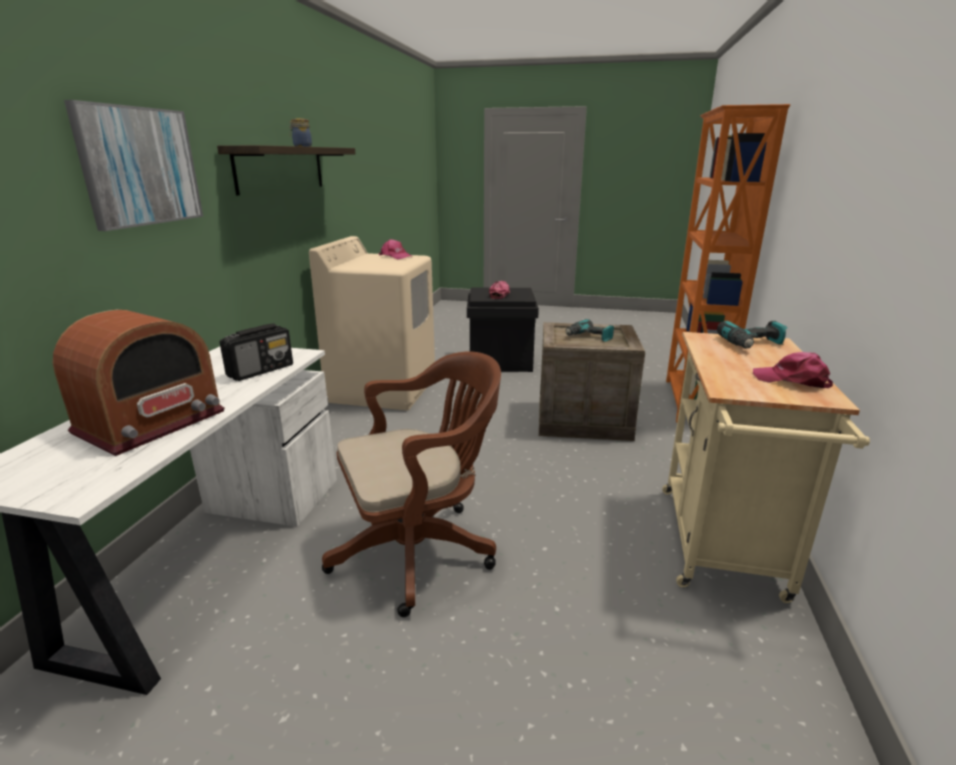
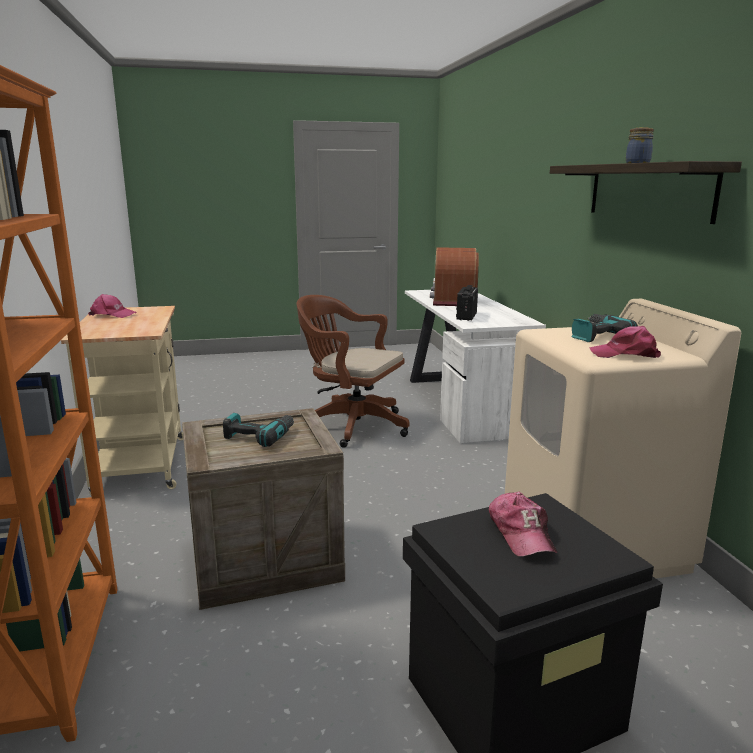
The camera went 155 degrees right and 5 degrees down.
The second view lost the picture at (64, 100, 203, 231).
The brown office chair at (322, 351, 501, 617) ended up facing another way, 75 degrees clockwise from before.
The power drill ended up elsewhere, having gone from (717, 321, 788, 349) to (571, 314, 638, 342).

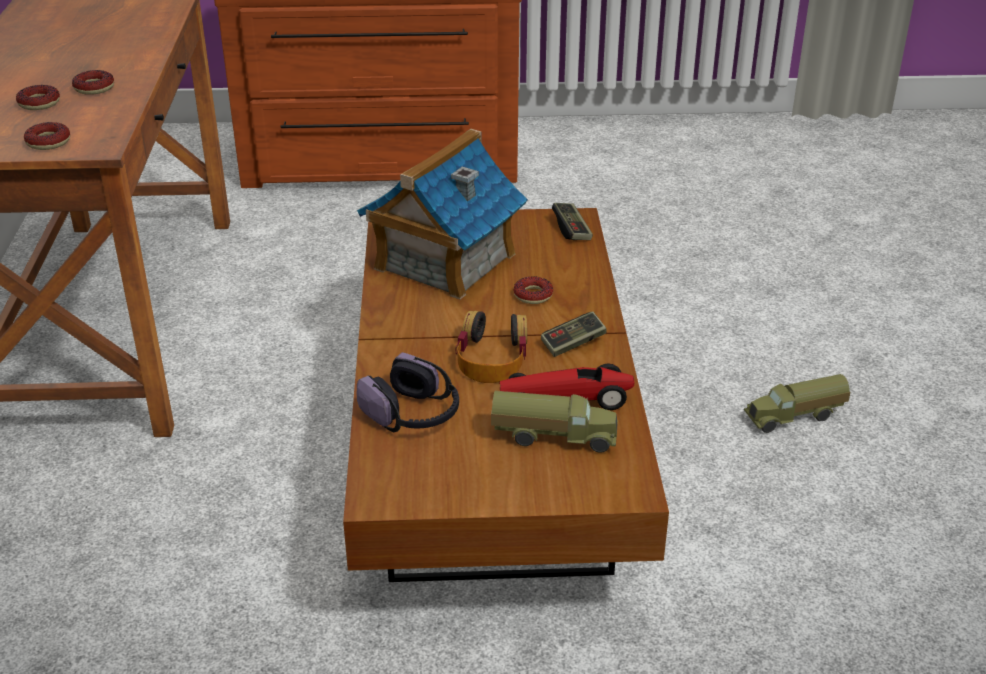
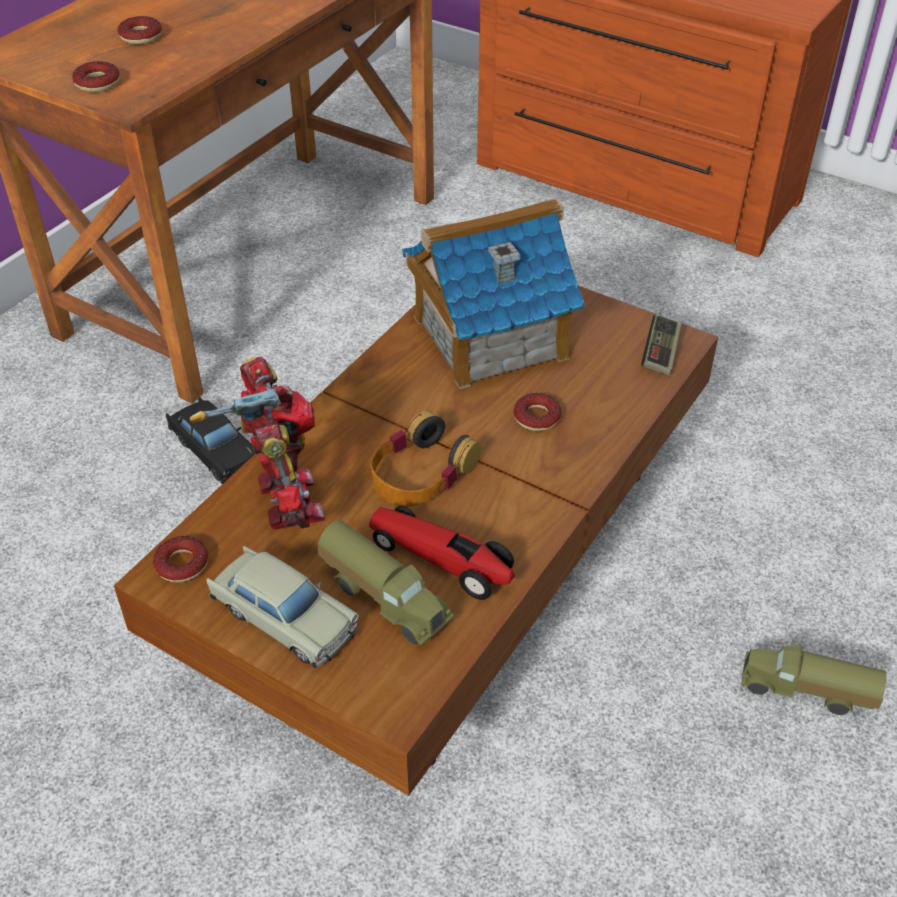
The camera went 35 degrees right and 10 degrees up.
The donut ended up elsewhere, having gone from (72, 70, 114, 95) to (153, 536, 209, 582).
Where the headphones stood at (357, 352, 459, 432), the toy robot came to stand at (190, 357, 325, 530).
The second view lost the game controller at (541, 311, 606, 357).
The second view gained the black toy car at (166, 397, 255, 484).
The second view gained the beige toy car at (206, 546, 359, 668).

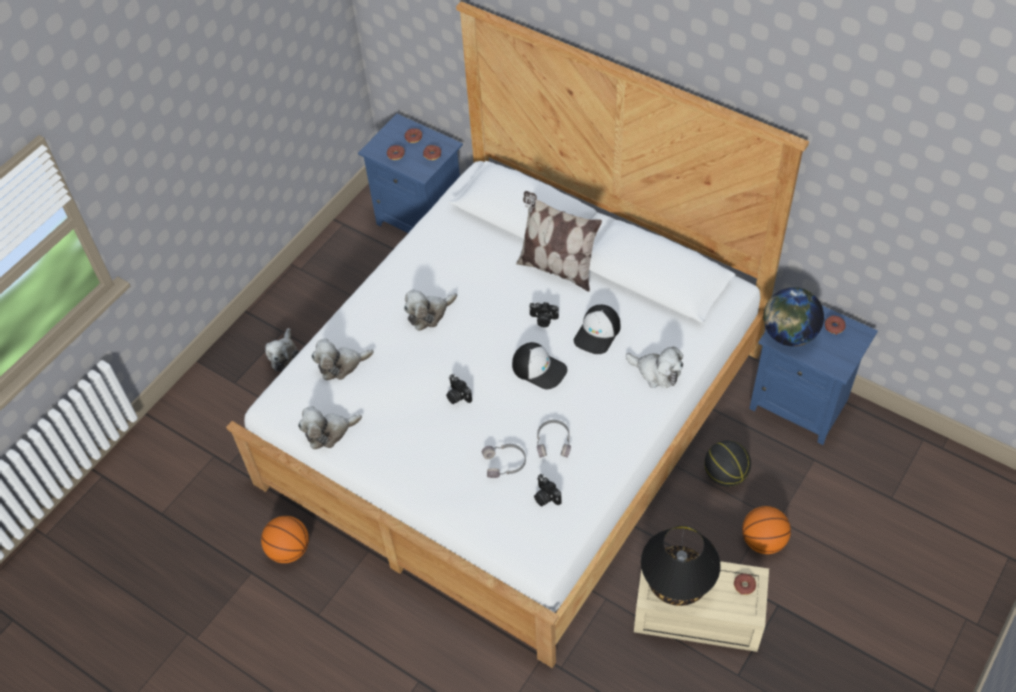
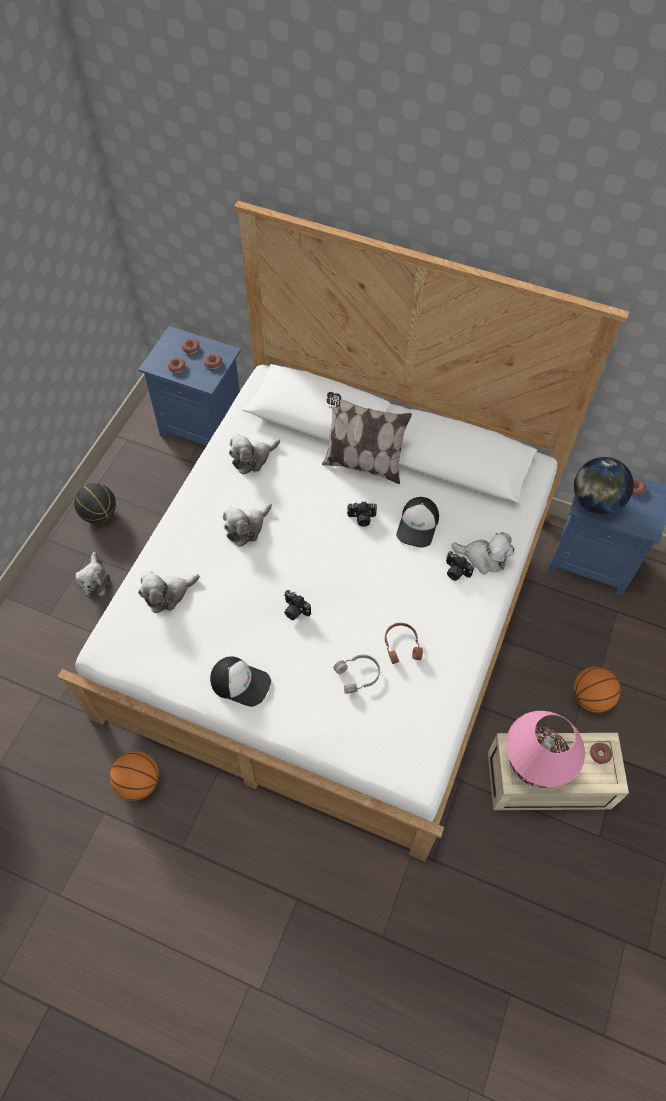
The camera went 15 degrees left and 5 degrees up.
The plush toy ended up elsewhere, having gone from (298, 406, 362, 449) to (229, 434, 280, 475).
The cap ended up elsewhere, having gone from (512, 342, 567, 390) to (210, 656, 271, 707).
The photo camera ended up elsewhere, having gone from (534, 474, 561, 506) to (446, 551, 474, 581).
What was the grey headphones at (537, 420, 571, 458) turned into the brown headphones at (385, 623, 423, 664).
What was the black table lamp at (641, 526, 721, 606) turned into the pink table lamp at (506, 711, 585, 788).
The basketball ended up elsewhere, having gone from (704, 440, 751, 487) to (74, 483, 116, 524).

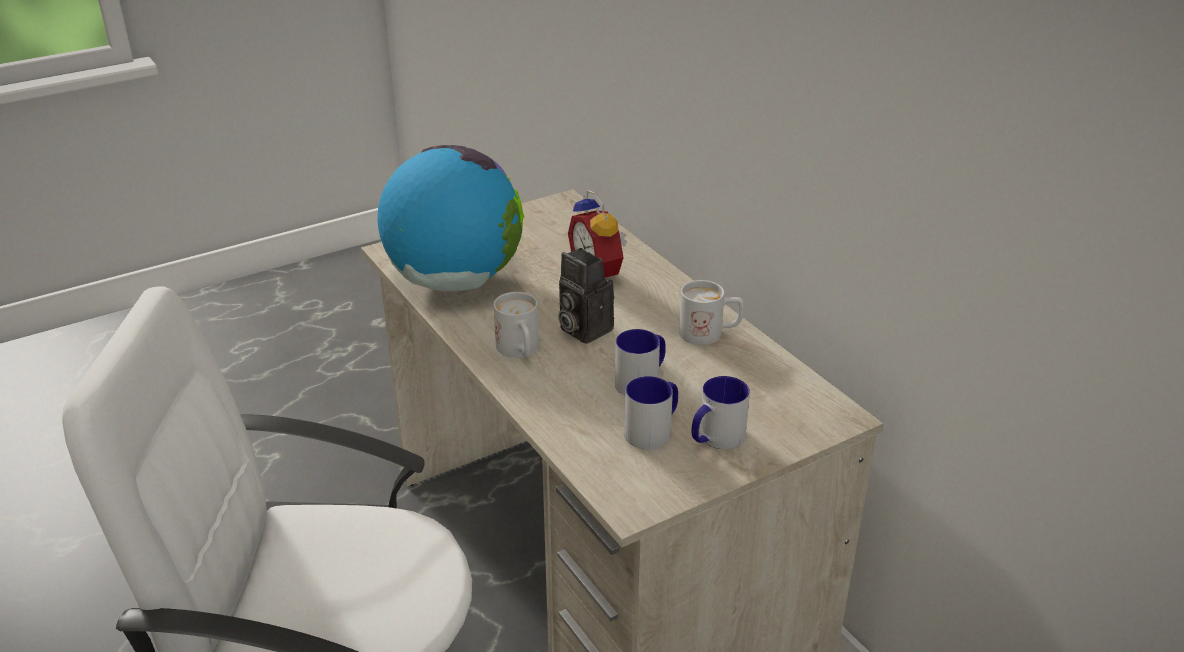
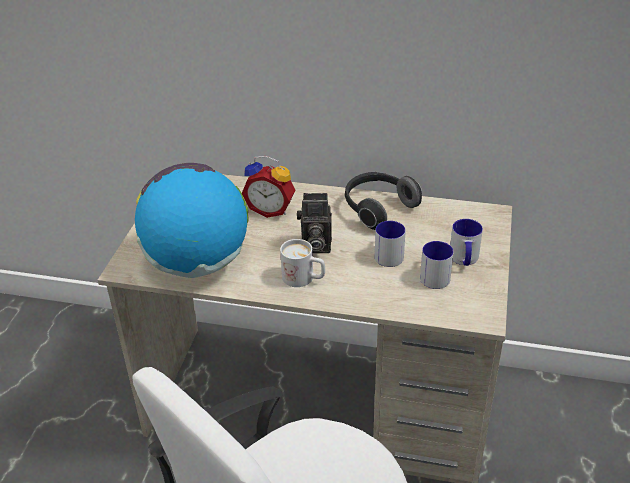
The camera went 45 degrees left and 5 degrees up.
Where the white mug stood at (679, 280, 744, 345), the headphones came to stand at (345, 172, 422, 230).

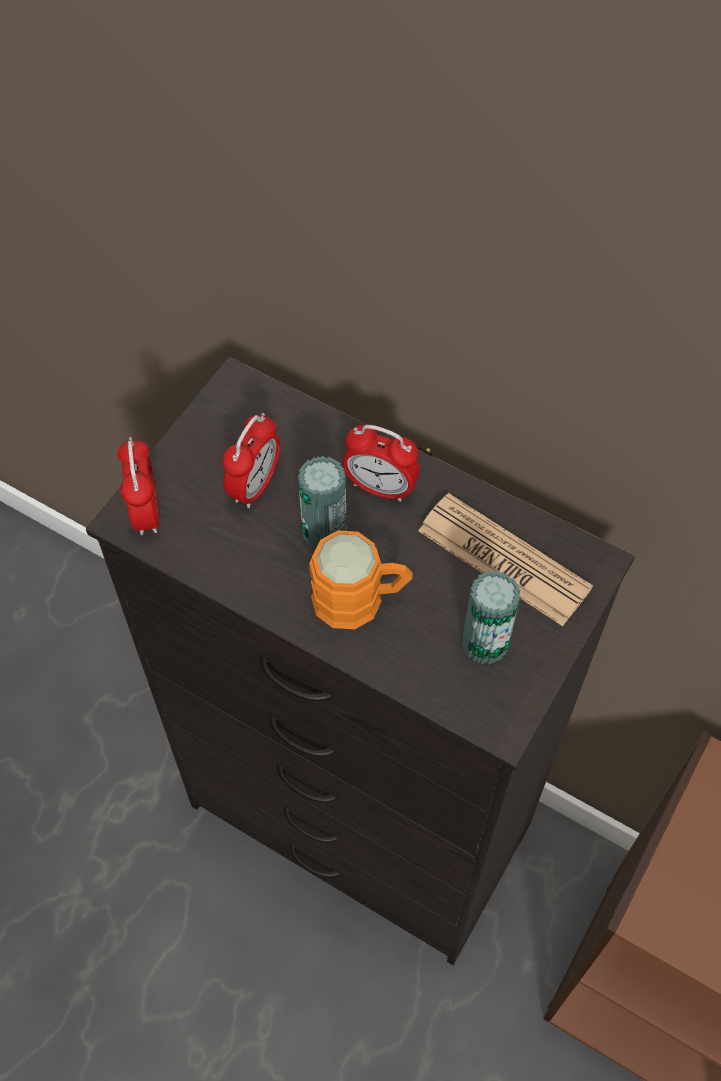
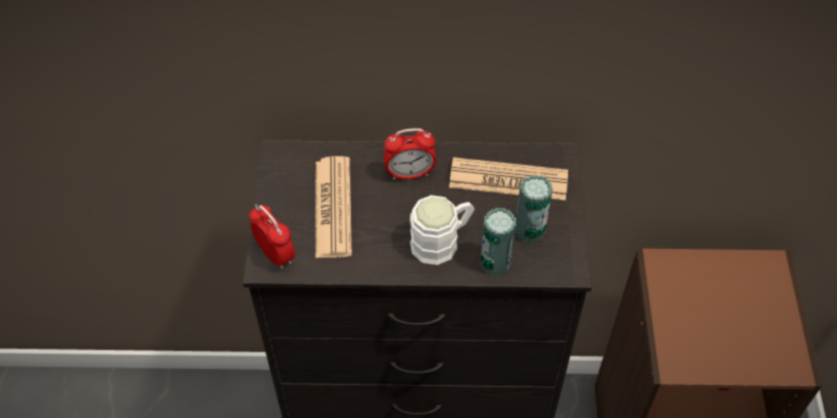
The camera went 30 degrees left and 5 degrees down.
Where the alarm clock stood at (222, 413, 280, 508), the newspaper came to stand at (315, 156, 352, 258).
The can ended up elsewhere, having gone from (298, 456, 347, 549) to (480, 208, 516, 276).
What was the orange mug at (309, 531, 413, 629) turned into the white mug at (410, 195, 475, 265).

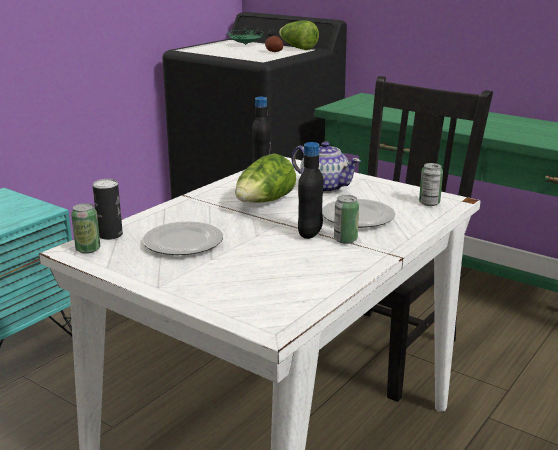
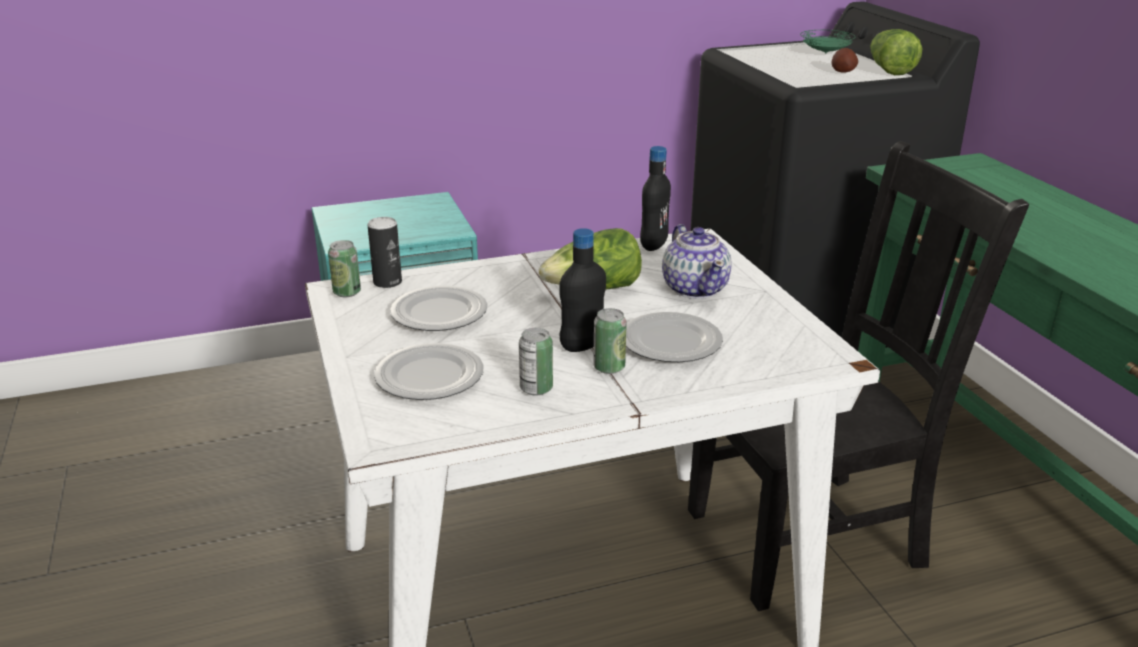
The camera went 35 degrees right and 5 degrees up.
The can ended up elsewhere, having gone from (419, 163, 443, 206) to (519, 328, 553, 395).
The second view gained the plate at (374, 343, 483, 400).

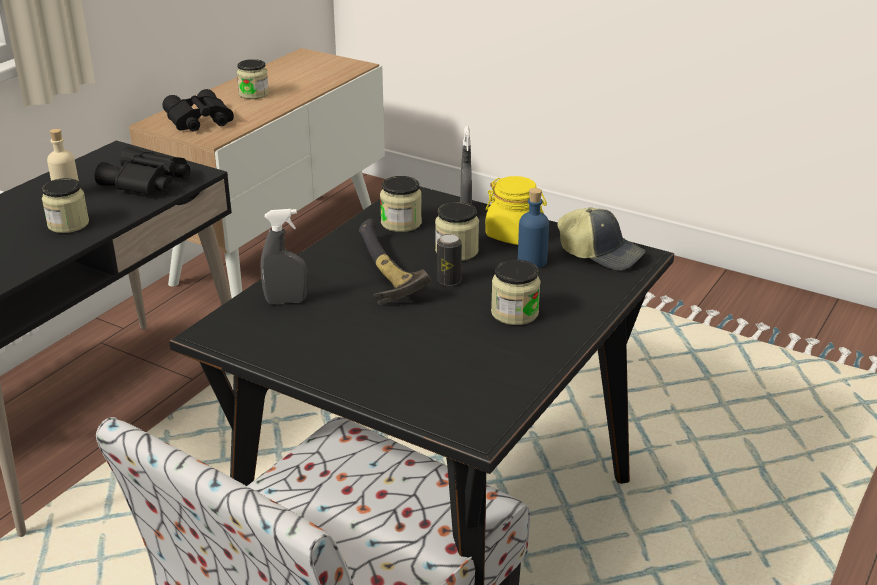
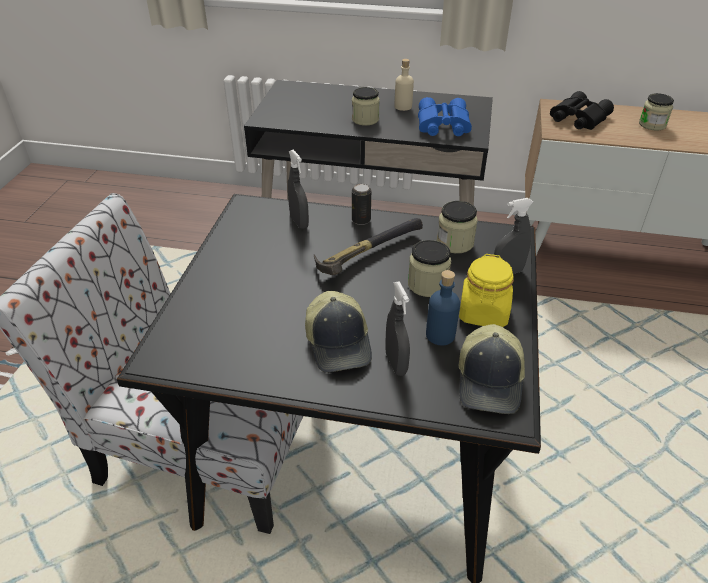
The camera went 70 degrees right and 10 degrees up.
What was the black binoculars at (95, 146, 190, 196) turned into the blue binoculars at (418, 97, 472, 136).
The can ended up elsewhere, having gone from (437, 234, 462, 286) to (352, 184, 371, 225).
Where the jar stood at (491, 259, 541, 325), the cap came to stand at (305, 291, 372, 373).
The second view gained the grey spray bottle at (385, 281, 410, 376).

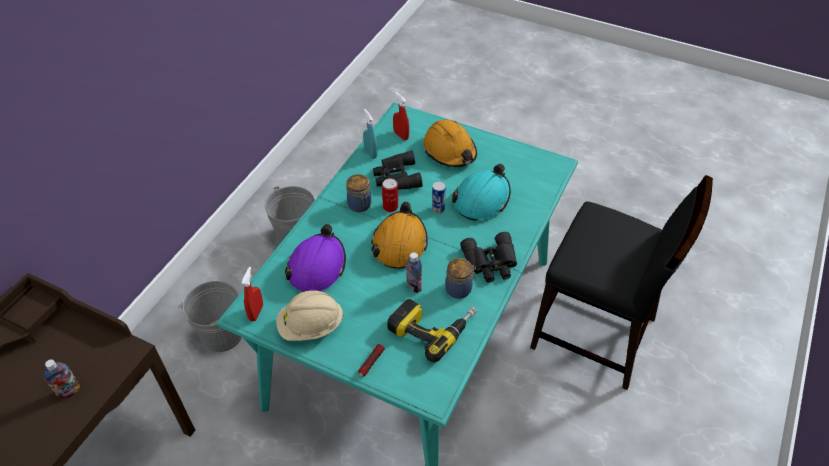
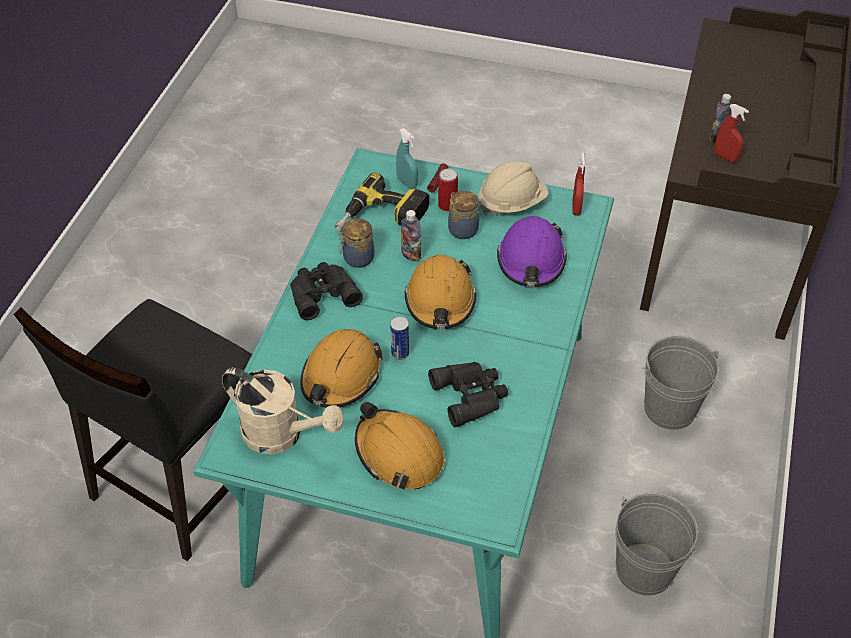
The camera went 170 degrees right and 0 degrees up.
The jar ended up elsewhere, having gone from (346, 174, 371, 212) to (448, 191, 479, 239).
The turquoise spray bottle ended up elsewhere, having gone from (363, 109, 378, 159) to (396, 129, 418, 189).
The can ended up elsewhere, having gone from (382, 178, 398, 212) to (438, 168, 458, 211).
The red spray bottle ended up elsewhere, having gone from (393, 92, 409, 140) to (714, 104, 749, 162).
What was the turquoise hard hat at (452, 164, 511, 221) turned into the orange hard hat at (300, 329, 383, 408).
The black chair at (530, 175, 713, 390) ended up facing another way, 75 degrees counterclockwise from before.
The second view gained the beige watering can at (222, 367, 344, 454).

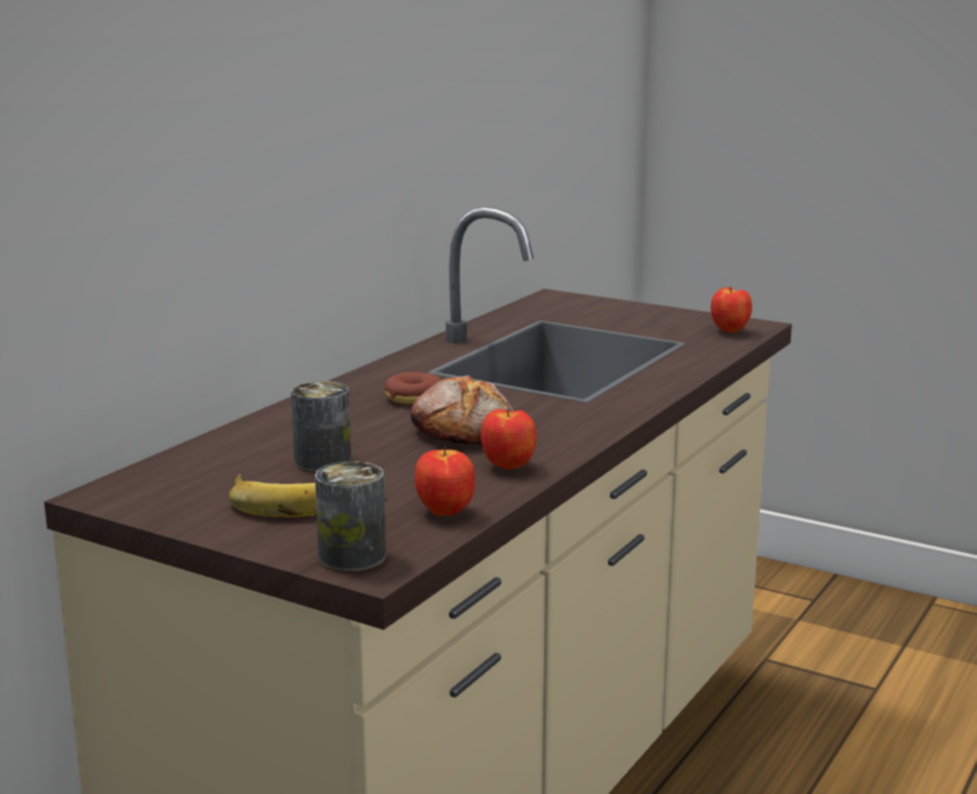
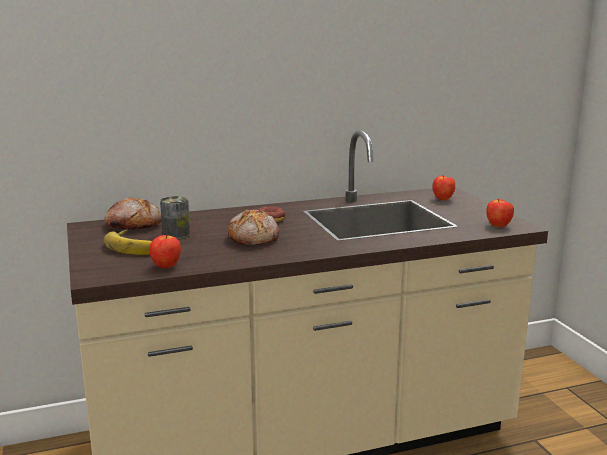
The camera went 40 degrees right and 0 degrees up.
The second view lost the can at (315, 461, 386, 572).
The apple ended up elsewhere, having gone from (481, 409, 536, 470) to (432, 176, 455, 200).
The second view gained the bread at (104, 198, 161, 229).

